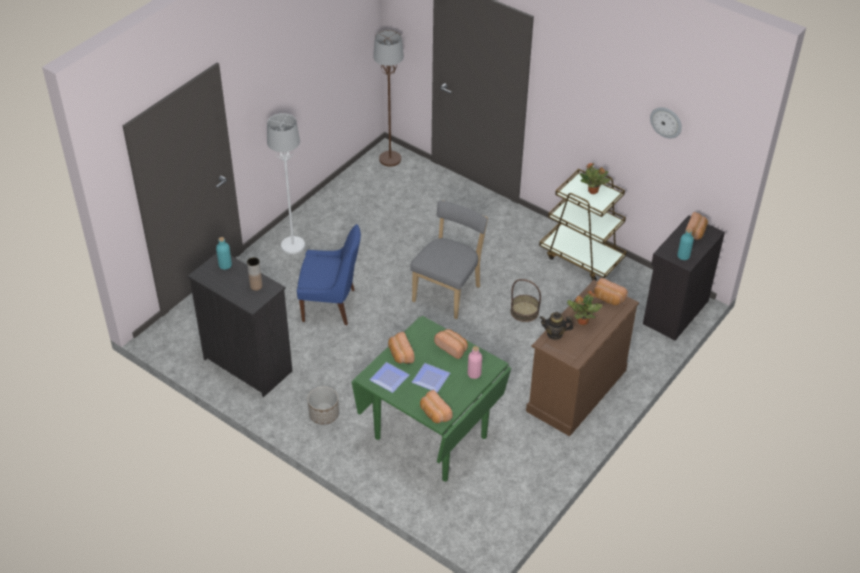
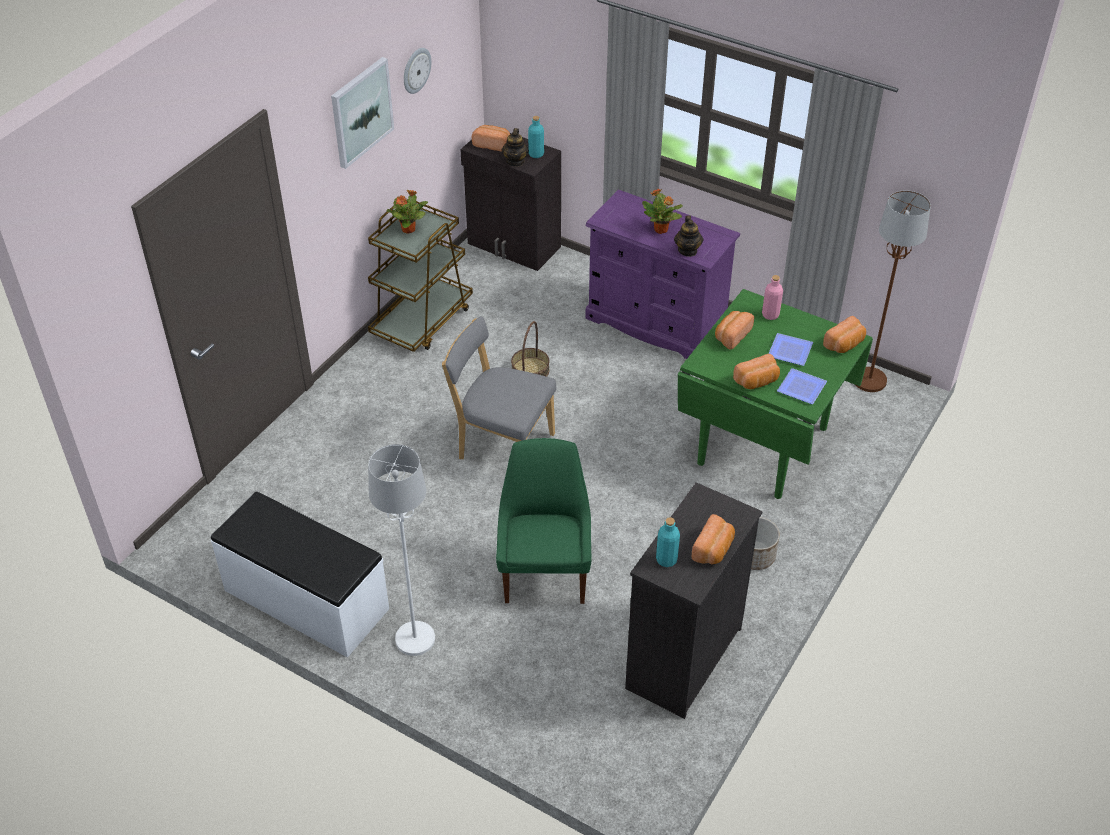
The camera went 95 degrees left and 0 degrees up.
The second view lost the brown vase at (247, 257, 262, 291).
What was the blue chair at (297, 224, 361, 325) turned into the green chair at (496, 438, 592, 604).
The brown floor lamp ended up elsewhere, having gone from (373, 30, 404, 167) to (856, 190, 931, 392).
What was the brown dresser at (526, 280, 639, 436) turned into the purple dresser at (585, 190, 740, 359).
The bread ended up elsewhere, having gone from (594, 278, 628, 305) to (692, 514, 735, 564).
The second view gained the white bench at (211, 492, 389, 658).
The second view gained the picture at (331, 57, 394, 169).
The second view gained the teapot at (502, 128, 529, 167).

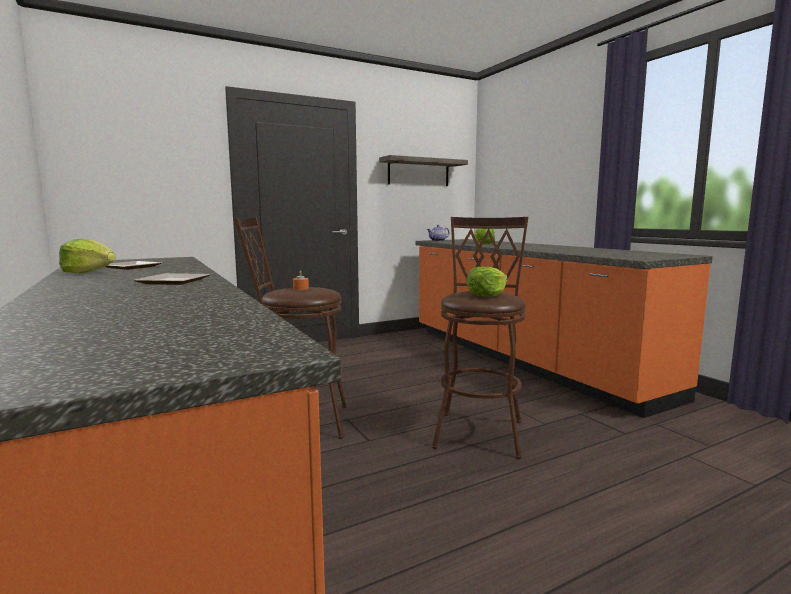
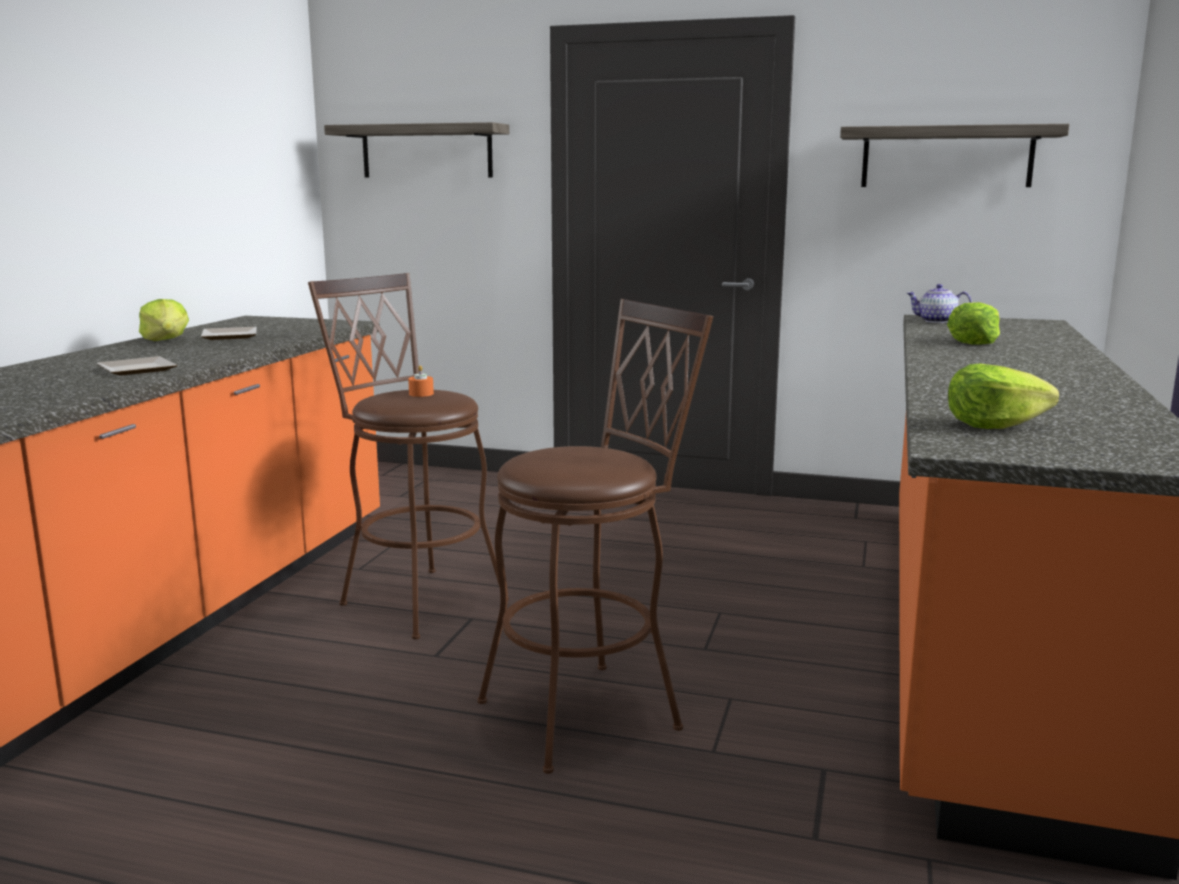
The camera went 45 degrees right and 5 degrees up.
The lettuce ended up elsewhere, having gone from (467, 267, 507, 297) to (948, 364, 1059, 429).
The second view gained the shelf at (324, 122, 509, 177).

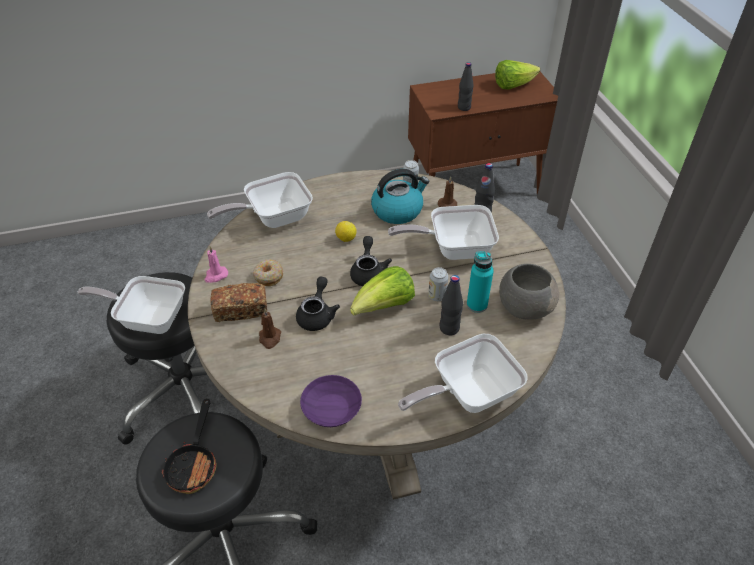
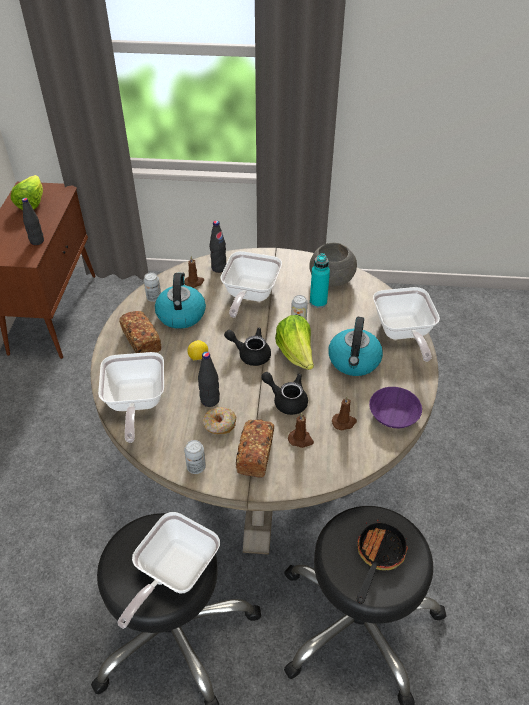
The camera went 70 degrees left and 0 degrees up.
The frying pan at (162, 399, 217, 494) ended up facing another way, 90 degrees counterclockwise from before.
Where the pink candle stood at (204, 246, 228, 283), the can came to stand at (184, 440, 206, 474).
The black bottle ended up elsewhere, having gone from (440, 275, 463, 335) to (198, 352, 220, 407).
The second view gained the bread at (119, 311, 161, 353).
The second view gained the kettle at (328, 317, 383, 376).
The second view gained the brown candle at (332, 396, 357, 430).

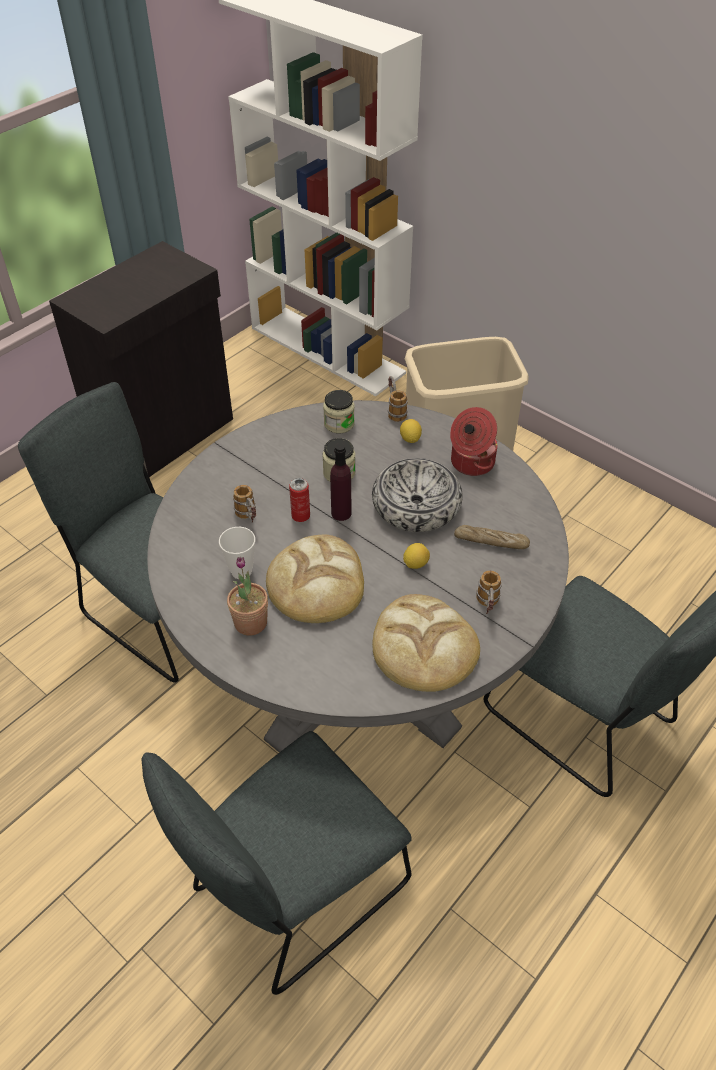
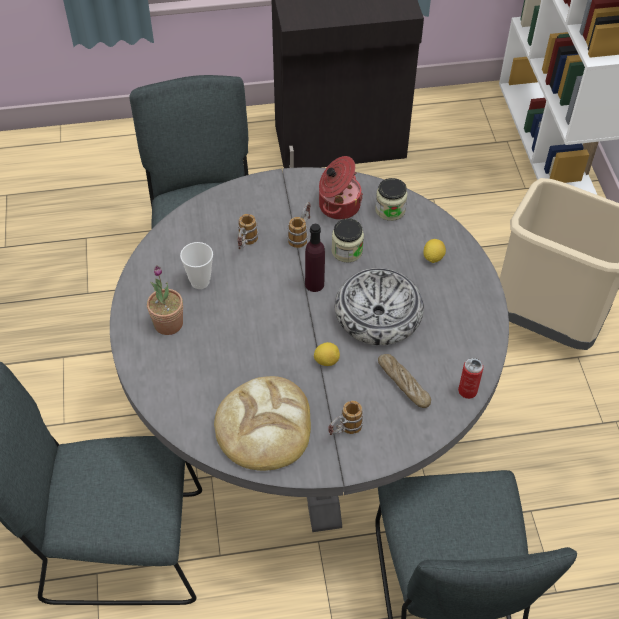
The camera went 40 degrees right and 5 degrees up.
The second view lost the bread at (266, 535, 364, 623).
The can ended up elsewhere, having gone from (289, 478, 310, 522) to (458, 358, 484, 399).
The mug ended up elsewhere, having gone from (388, 376, 408, 422) to (287, 202, 311, 248).
The cooking pot ended up elsewhere, having gone from (450, 407, 497, 476) to (319, 156, 363, 220).

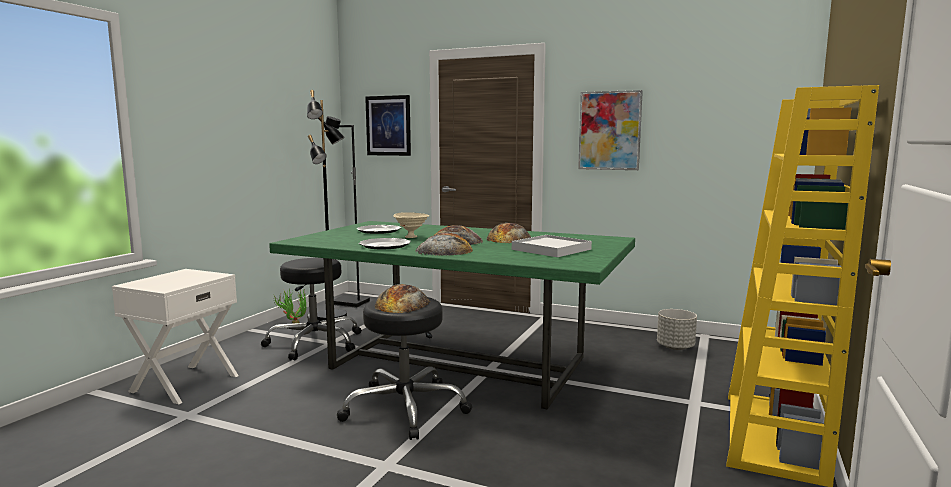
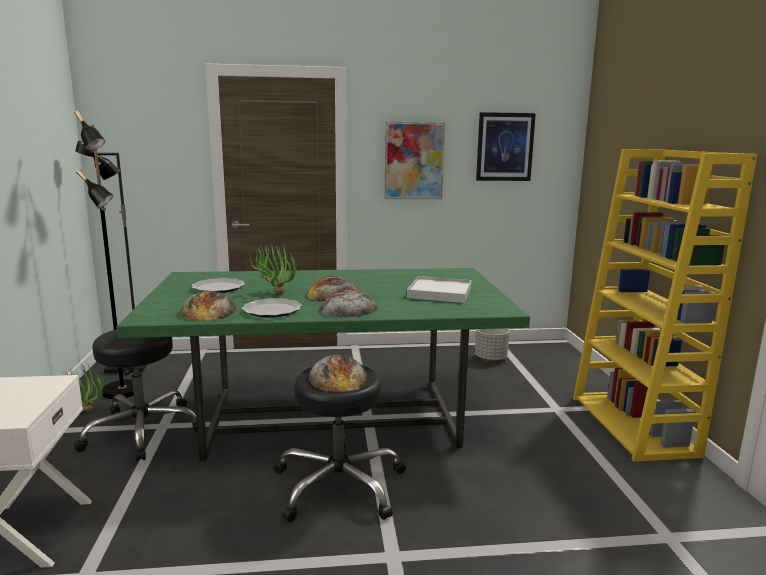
The camera went 30 degrees left and 5 degrees up.
The picture ended up elsewhere, having gone from (365, 95, 411, 156) to (476, 112, 536, 181).
Where the beige bowl stood at (393, 212, 429, 238), the potted plant came to stand at (249, 243, 297, 294).
The bread ended up elsewhere, having gone from (487, 223, 531, 243) to (180, 291, 236, 321).

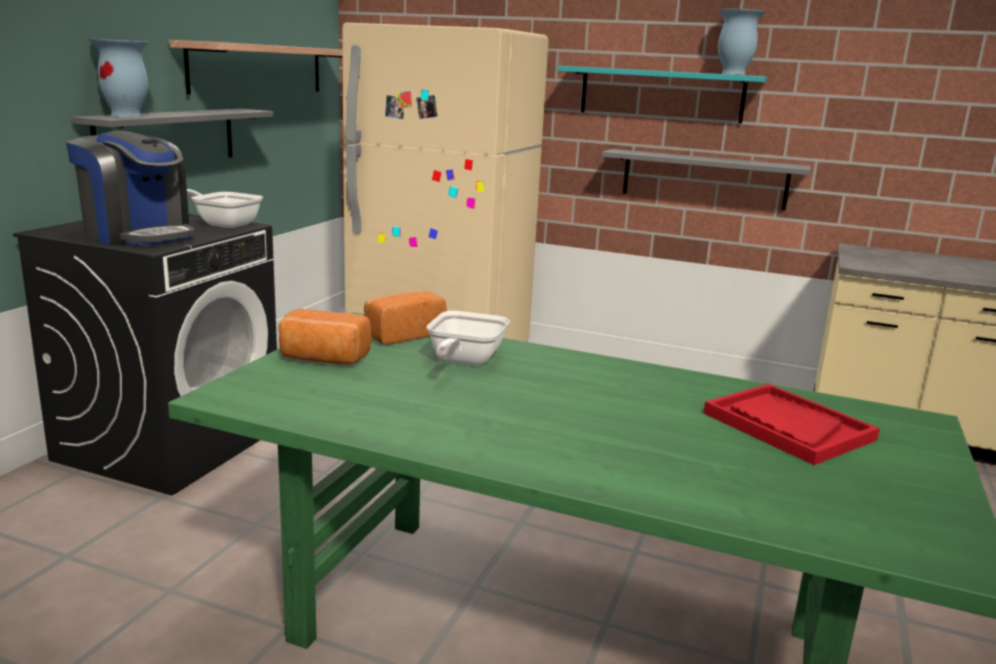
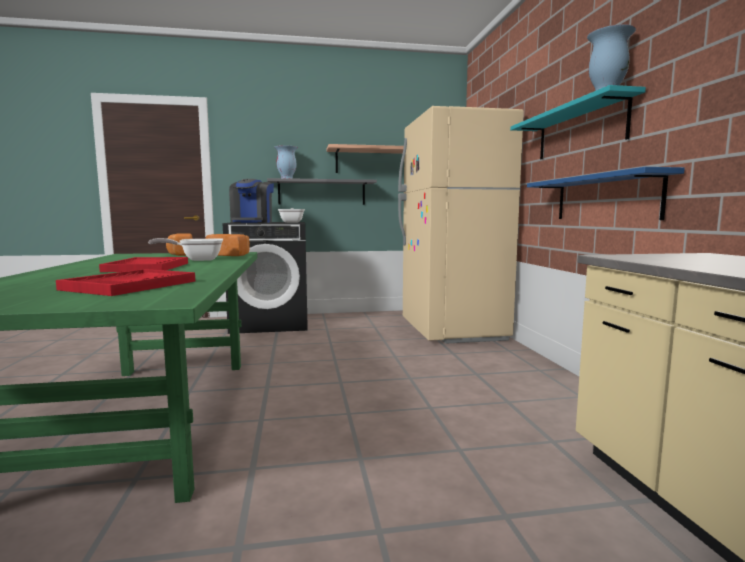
The camera went 60 degrees right and 10 degrees down.
What was the grey shelf at (602, 149, 811, 210) turned into the blue shelf at (527, 167, 685, 220).
The second view gained the red tray at (99, 257, 188, 272).

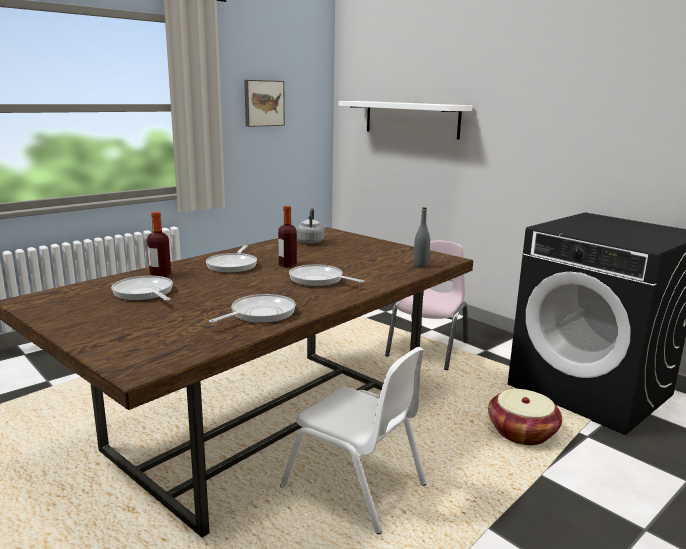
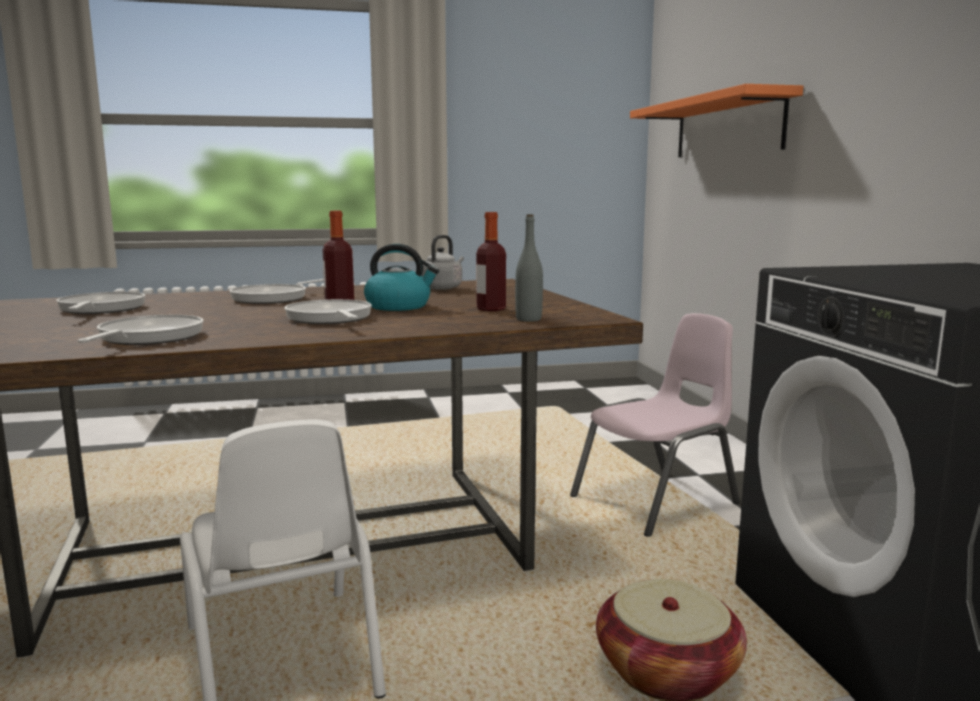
The camera went 30 degrees right and 5 degrees down.
The bottle ended up elsewhere, having gone from (147, 212, 171, 277) to (476, 212, 506, 311).
The frying pan at (209, 294, 296, 323) ended up facing another way, 60 degrees counterclockwise from before.
The second view lost the picture at (244, 80, 285, 127).
What was the white shelf at (338, 101, 472, 139) turned into the orange shelf at (630, 84, 803, 157).
The second view gained the kettle at (364, 244, 439, 311).

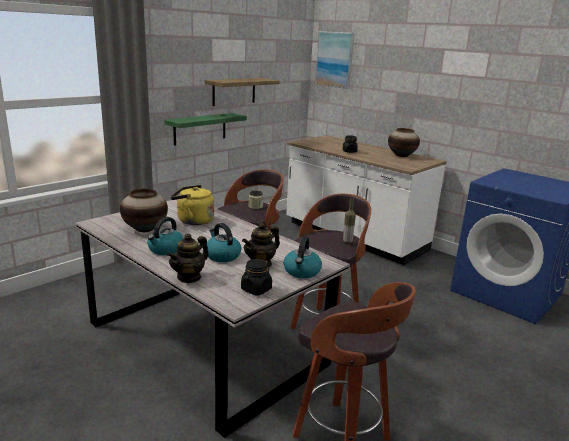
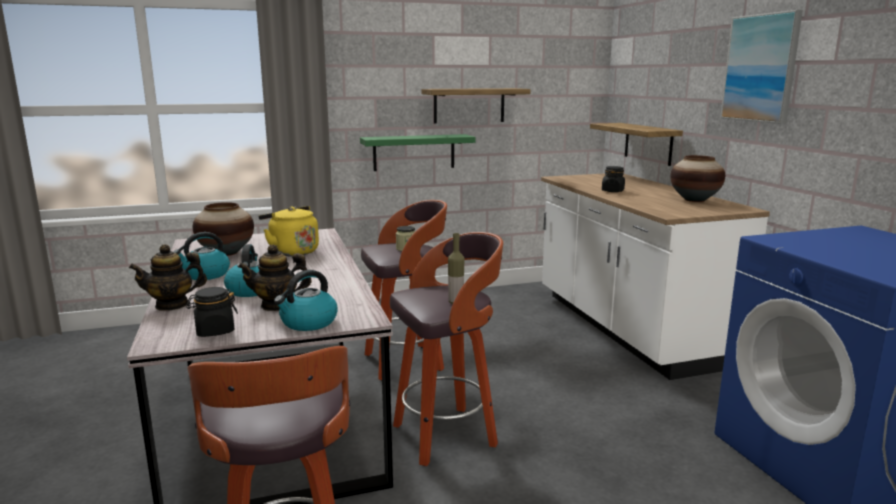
The camera went 30 degrees right and 5 degrees down.
The picture ended up elsewhere, having gone from (315, 31, 355, 89) to (720, 10, 803, 124).
The second view gained the shelf at (590, 123, 683, 166).

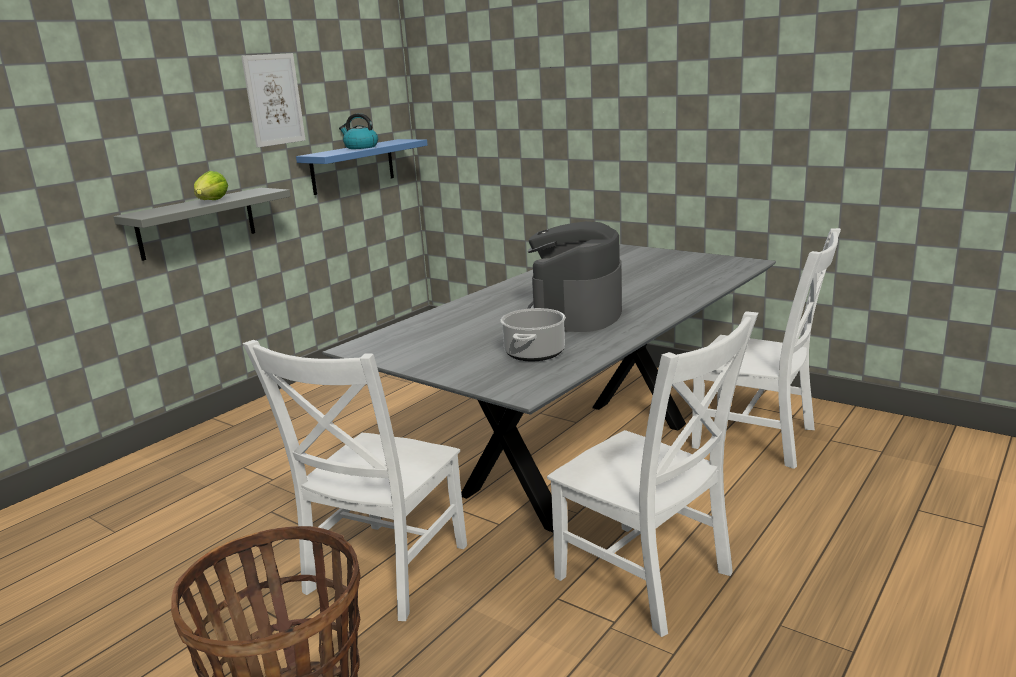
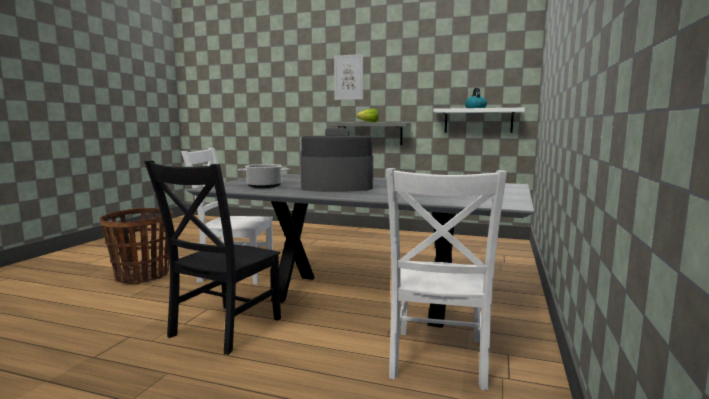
The camera went 70 degrees right and 10 degrees down.
The picture ended up elsewhere, having gone from (241, 53, 306, 148) to (334, 54, 363, 100).
What was the blue shelf at (296, 139, 428, 195) turned into the white shelf at (433, 108, 525, 133).
What was the white chair at (547, 311, 758, 637) turned into the black chair at (144, 161, 281, 355).

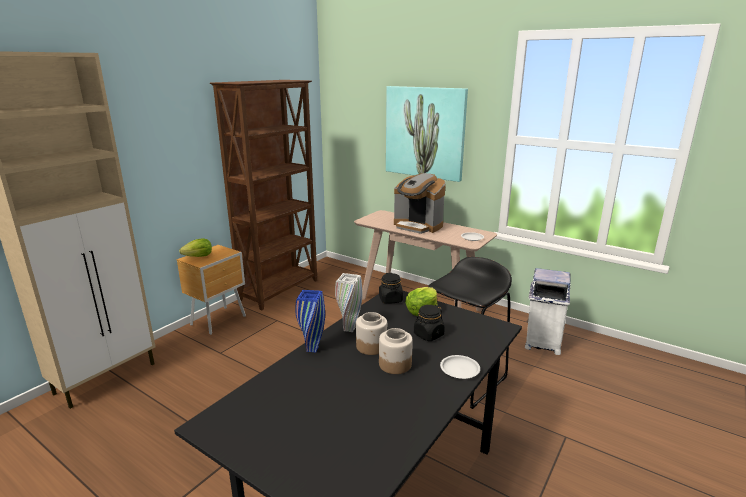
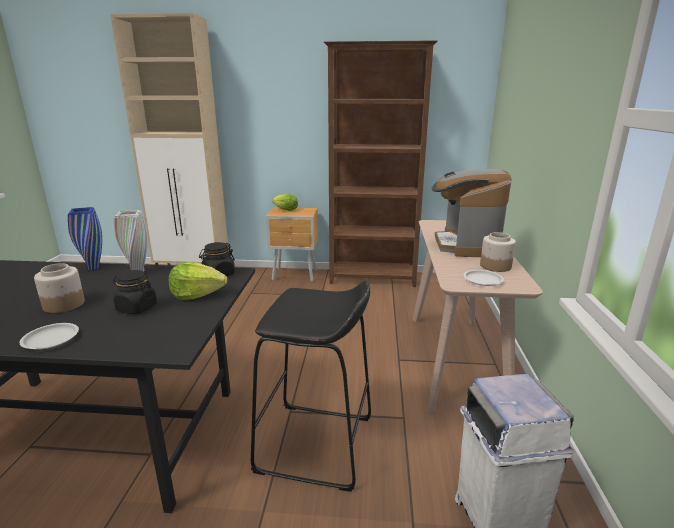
The camera went 60 degrees right and 0 degrees up.
The jar ended up elsewhere, having gone from (356, 312, 387, 355) to (480, 232, 516, 272).
The second view lost the picture at (386, 86, 468, 182).

